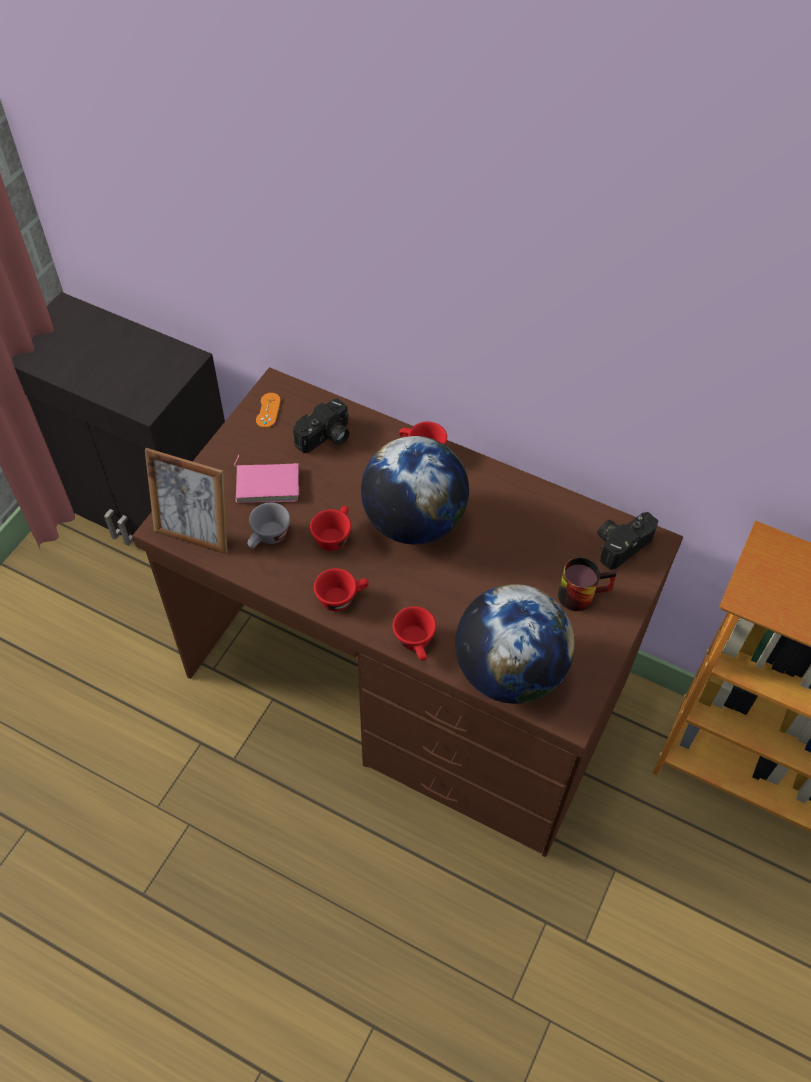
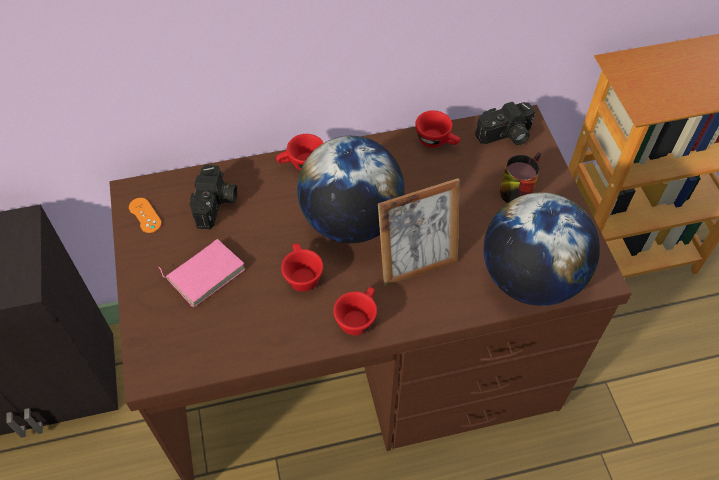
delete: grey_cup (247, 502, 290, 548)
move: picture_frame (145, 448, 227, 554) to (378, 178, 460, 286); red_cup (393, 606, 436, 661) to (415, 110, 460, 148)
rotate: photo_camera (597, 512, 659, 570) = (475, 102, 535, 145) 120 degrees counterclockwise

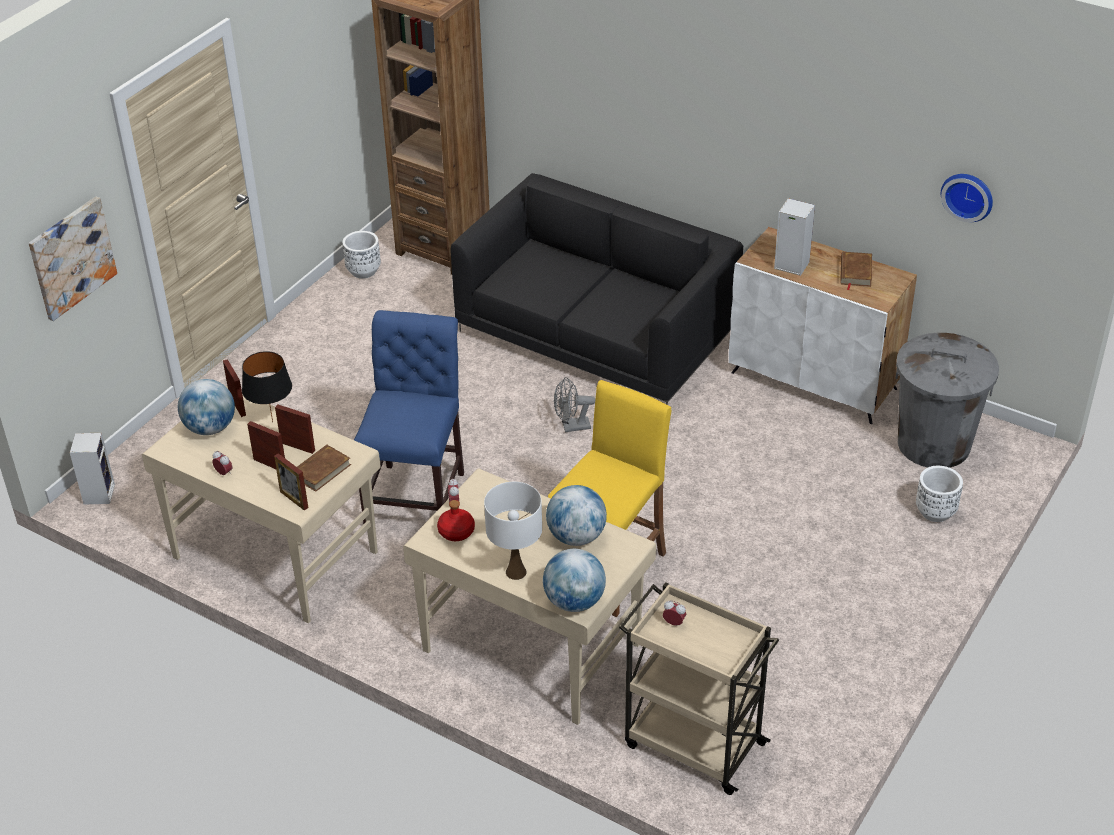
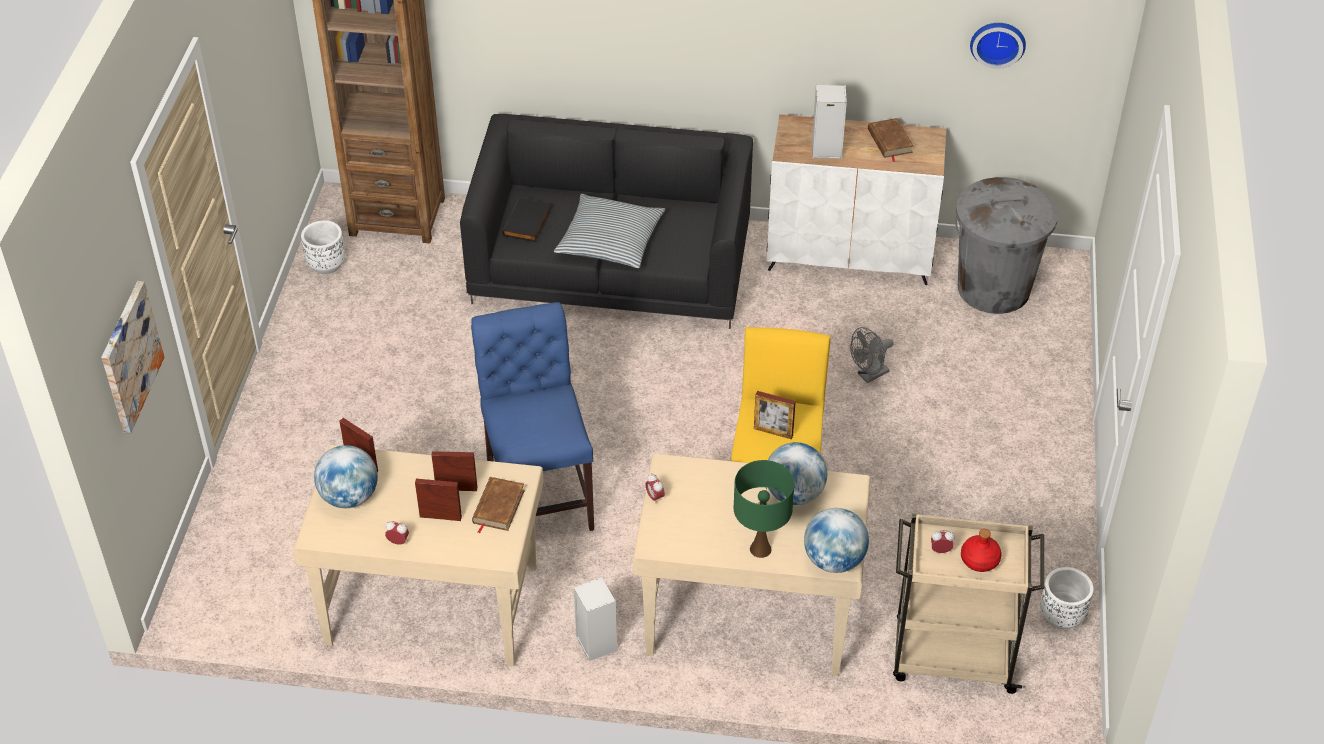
delete: black_table_lamp (242, 351, 292, 422)
insert: black_book (502, 197, 552, 242); pillow (554, 194, 665, 268)
move: speaker (70, 433, 115, 505) to (574, 577, 617, 661); picture_frame (274, 453, 308, 511) to (754, 391, 796, 439); red_bottle (437, 500, 475, 541) to (961, 529, 1002, 572); grey_fan (554, 377, 595, 432) to (850, 327, 894, 383); white_planter (916, 466, 963, 522) to (1040, 567, 1094, 629)
recolor: white_table_lamp (484, 482, 542, 580) to green_table_lamp (734, 460, 794, 558)

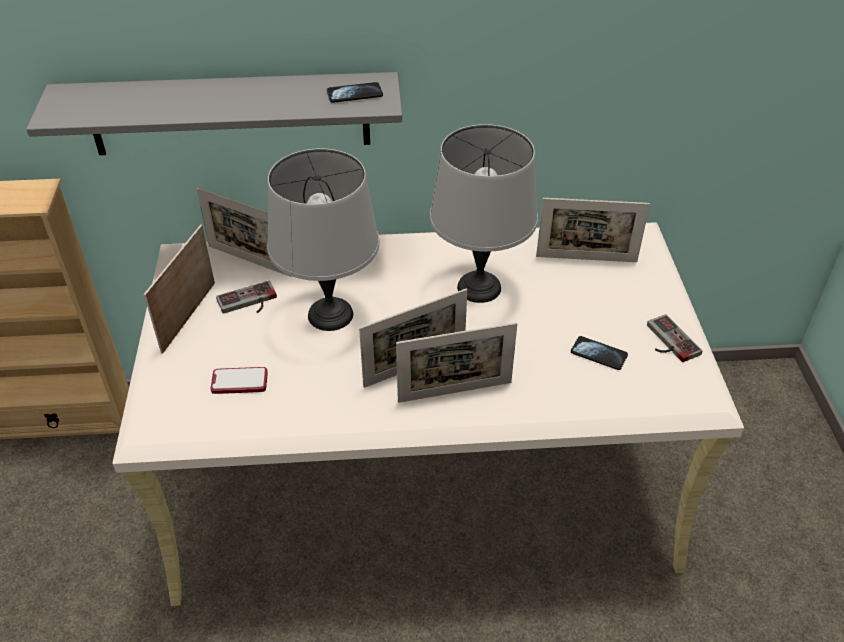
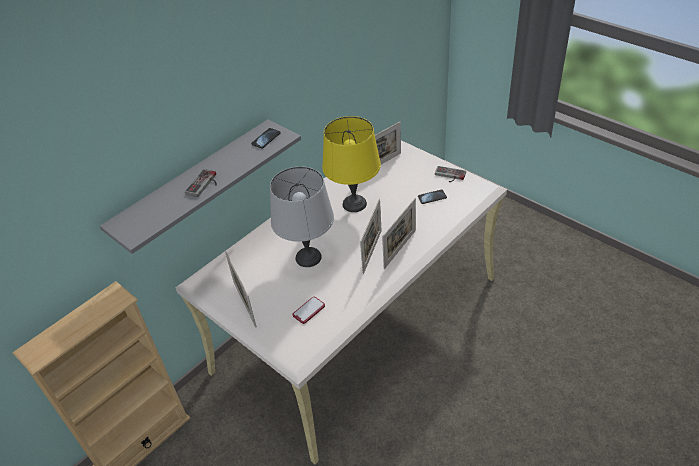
delete: picture_frame (197, 188, 291, 277)
move: game_controller (216, 280, 277, 314) to (185, 169, 217, 197)
recolor: grey_table_lamp (430, 124, 538, 303) to yellow_table_lamp (322, 116, 381, 212)

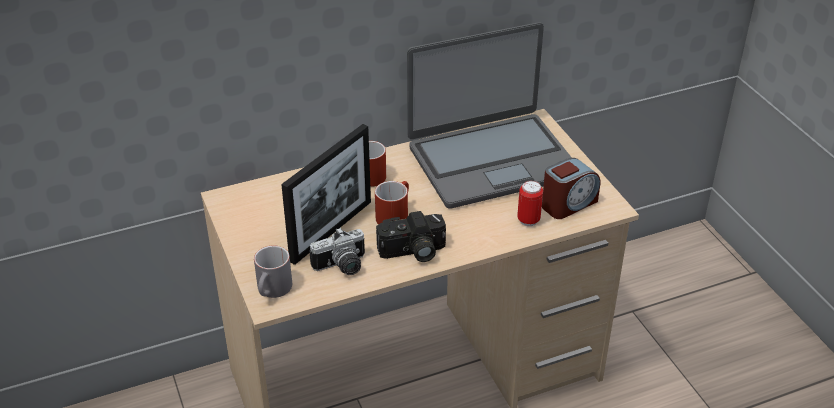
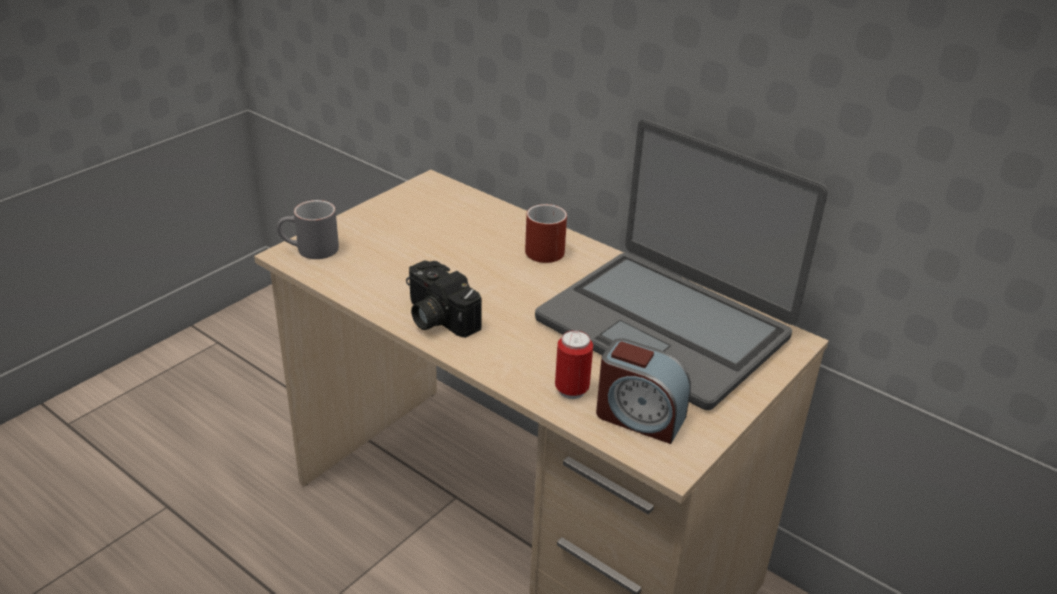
delete: picture_frame (281, 124, 371, 265); photo_camera (309, 228, 365, 275); red_mug (375, 181, 409, 225)

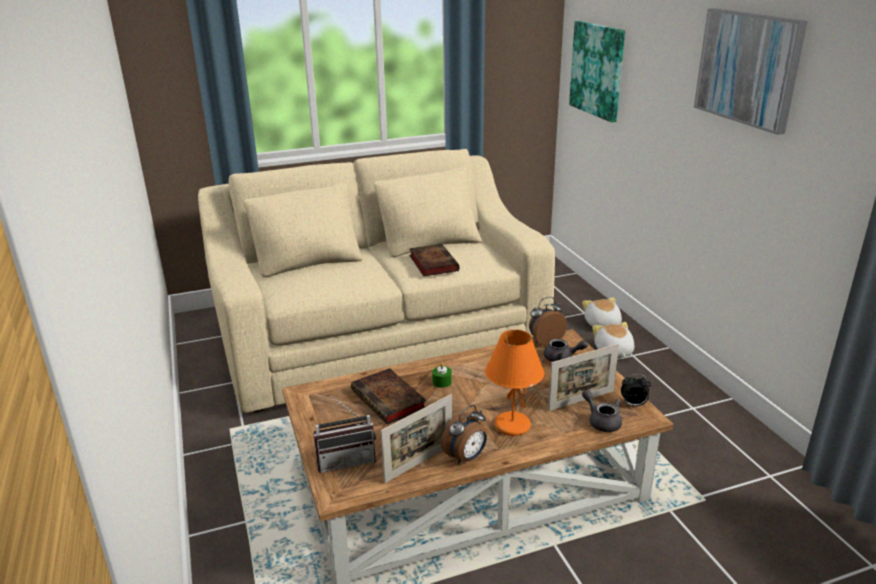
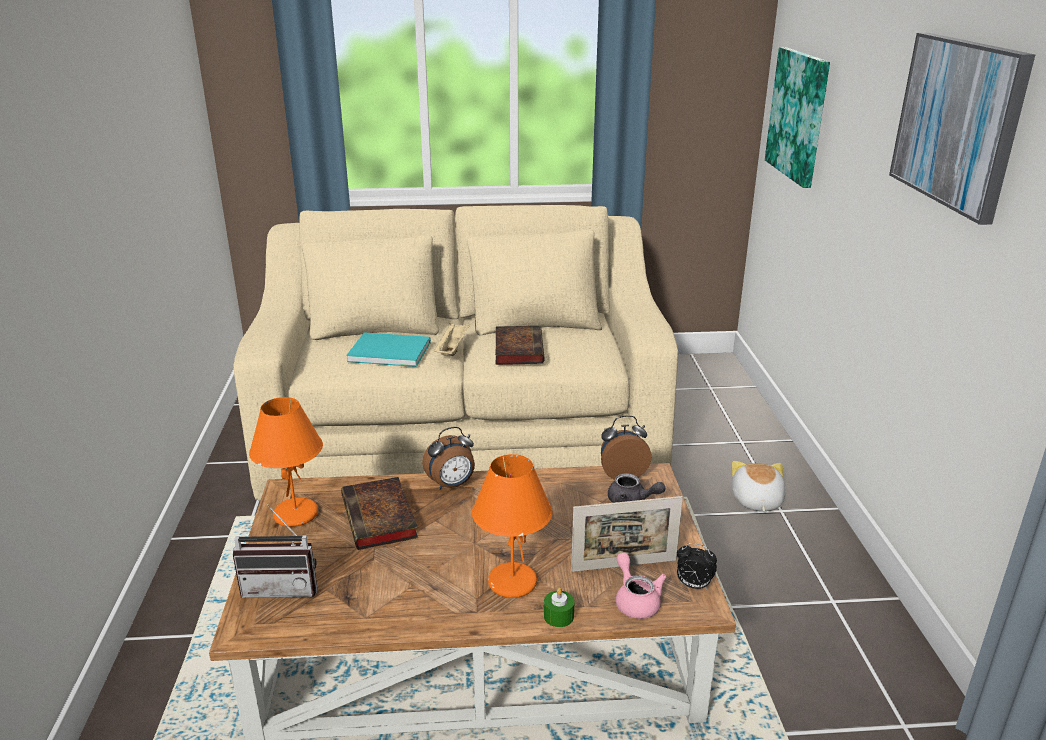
delete: picture_frame (381, 394, 452, 483); plush_toy (582, 297, 622, 326)
insert: orange_table_lamp (249, 397, 323, 527); turquoise_book (346, 332, 431, 367); beige_tray (433, 322, 471, 356)
move: green_candle (432, 362, 452, 388) to (544, 588, 575, 627); alarm_clock (441, 405, 487, 464) to (422, 427, 475, 490)
recolor: grey_teapot (582, 390, 622, 432) to pink_teapot (616, 552, 666, 619)

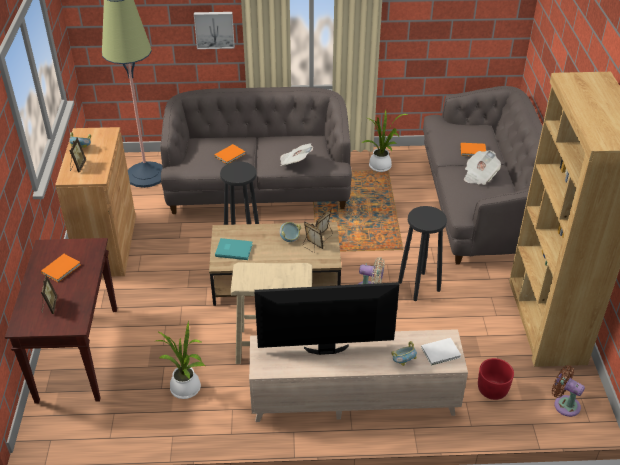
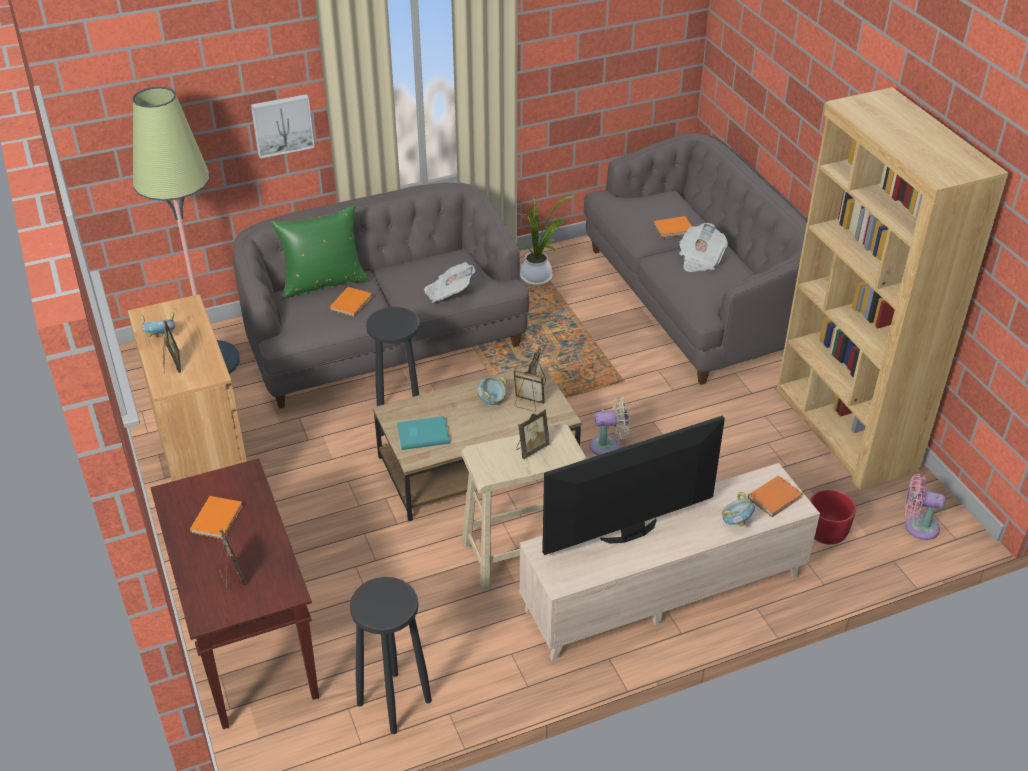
delete: potted_plant (156, 321, 205, 399)
insert: green_pillow (270, 205, 370, 299); picture_frame (516, 409, 550, 459)
move: black_stool (398, 206, 447, 301) to (350, 577, 432, 734)
recolor: white_book (421, 338, 461, 366) to orange_book (748, 476, 803, 517); brown_fan (552, 365, 585, 417) to pink_fan (905, 474, 945, 540)

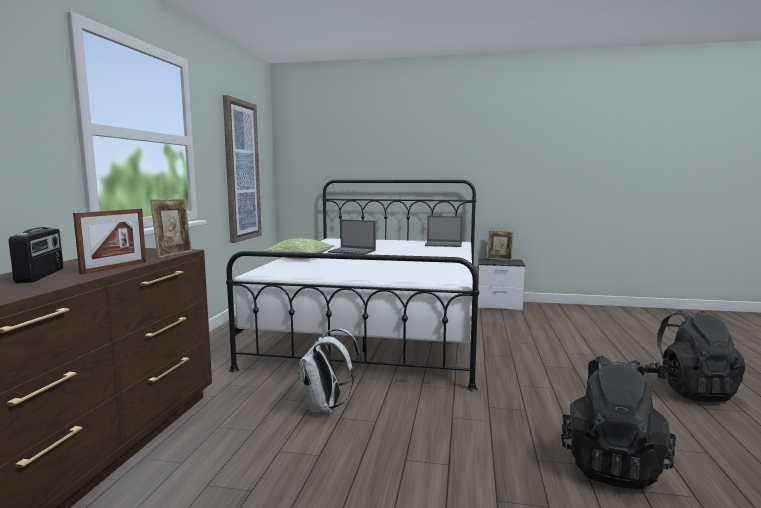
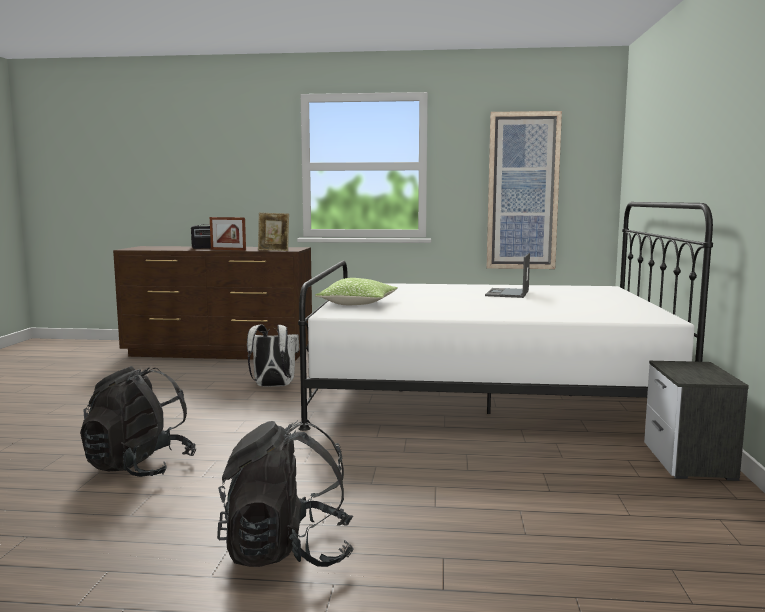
delete: laptop (425, 216, 463, 247); picture_frame (487, 230, 514, 261)
move: pillow (264, 238, 335, 259) to (315, 278, 398, 305)

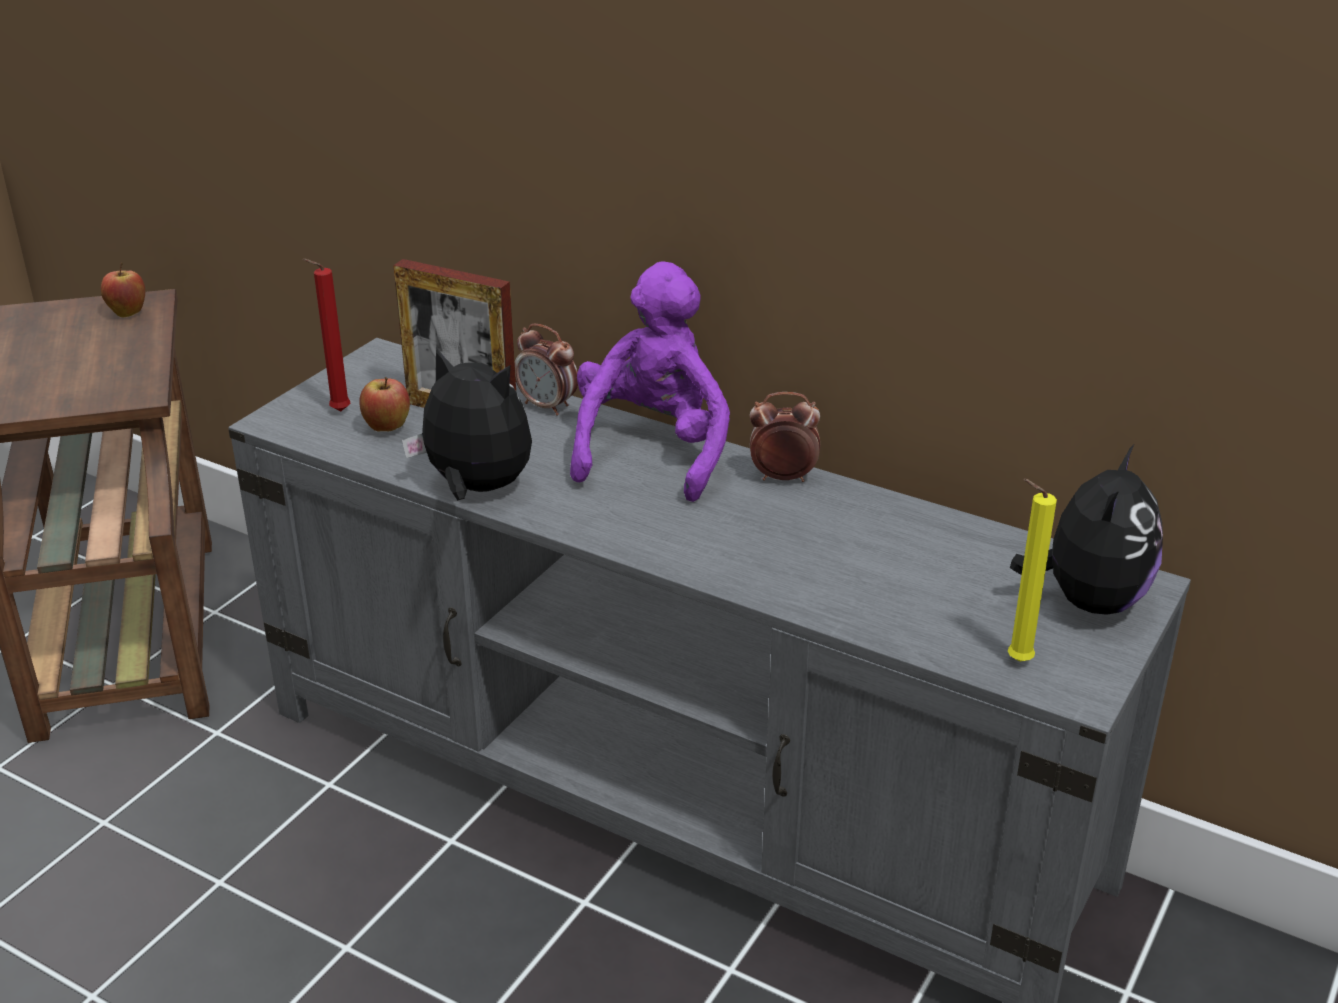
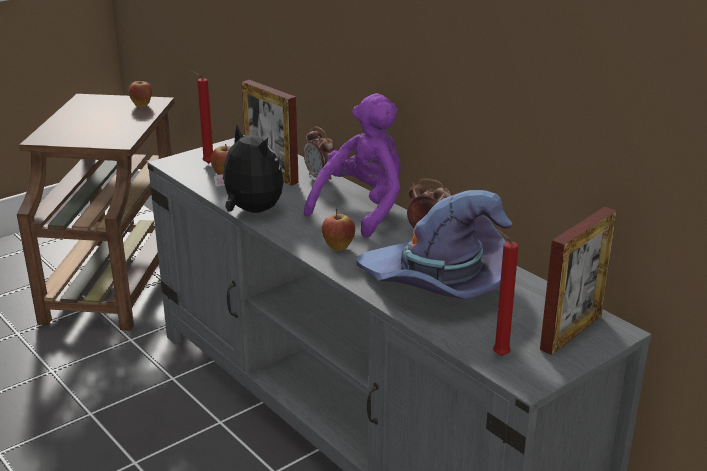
insert: apple (322, 209, 355, 251); purple_hat (356, 190, 513, 299)
replace: plush_toy (1010, 444, 1163, 615) to picture_frame (540, 207, 617, 355)
recolor: yellow_candle (1008, 479, 1057, 662) to red_candle (493, 229, 519, 356)

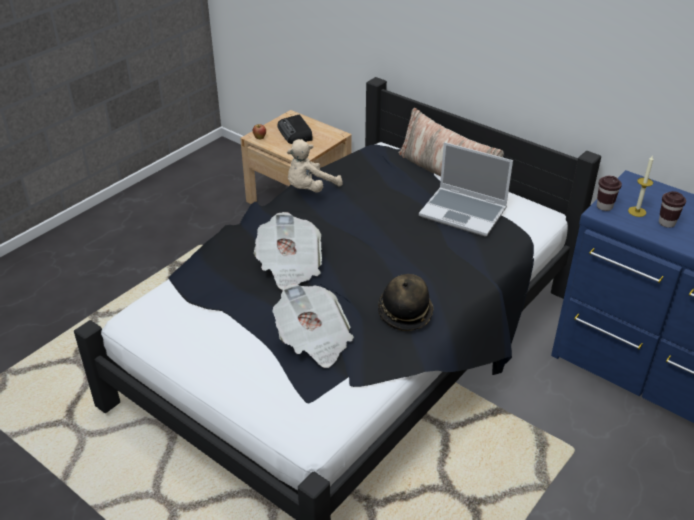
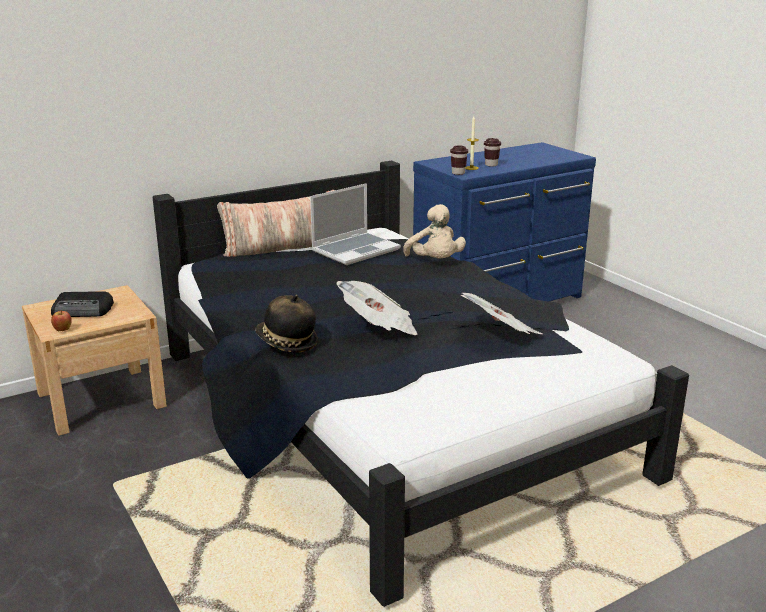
move: beige_plush_toy (287, 139, 343, 193) to (403, 204, 466, 258); hat (378, 274, 433, 331) to (255, 295, 318, 352)

